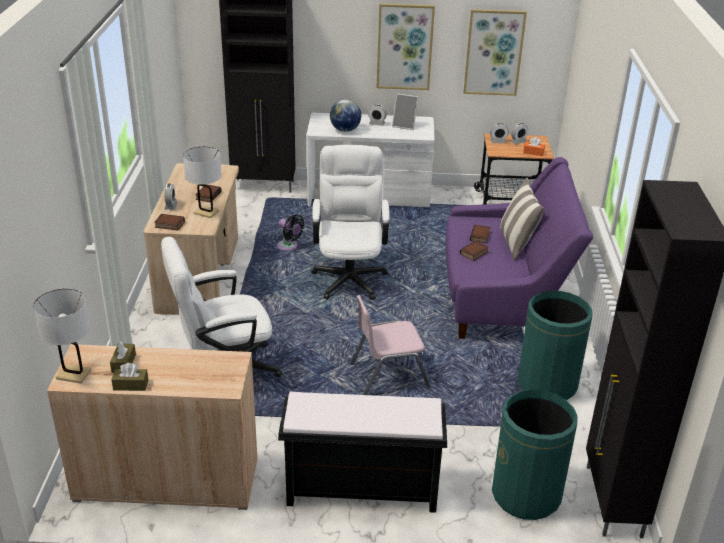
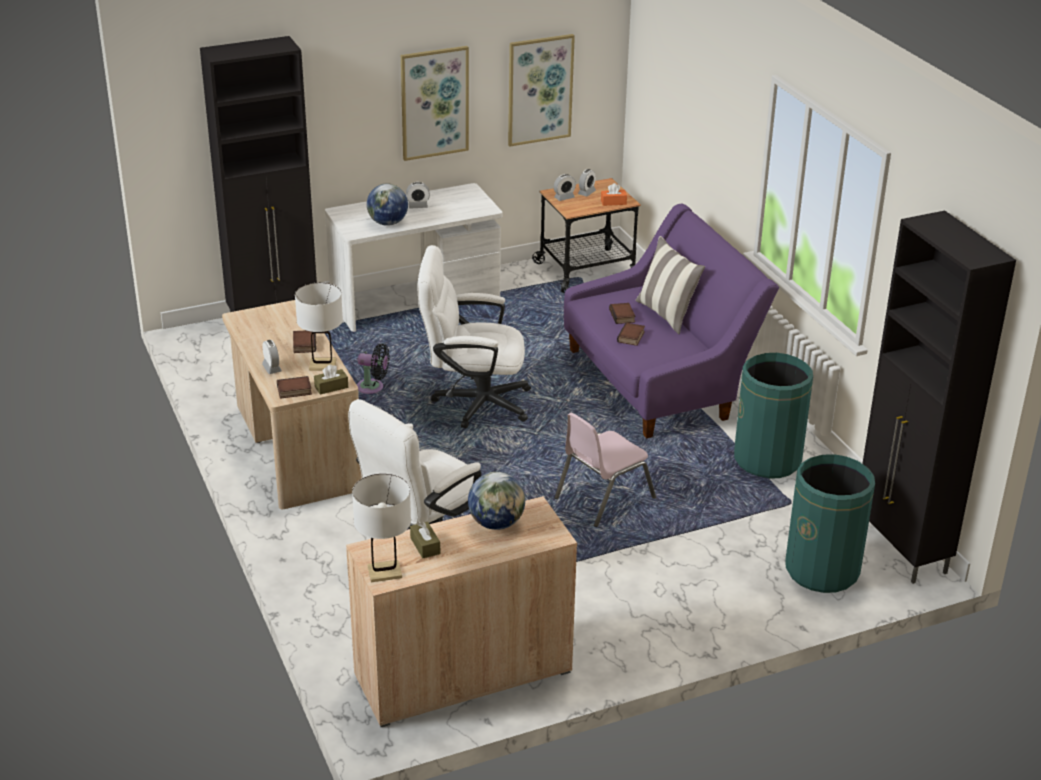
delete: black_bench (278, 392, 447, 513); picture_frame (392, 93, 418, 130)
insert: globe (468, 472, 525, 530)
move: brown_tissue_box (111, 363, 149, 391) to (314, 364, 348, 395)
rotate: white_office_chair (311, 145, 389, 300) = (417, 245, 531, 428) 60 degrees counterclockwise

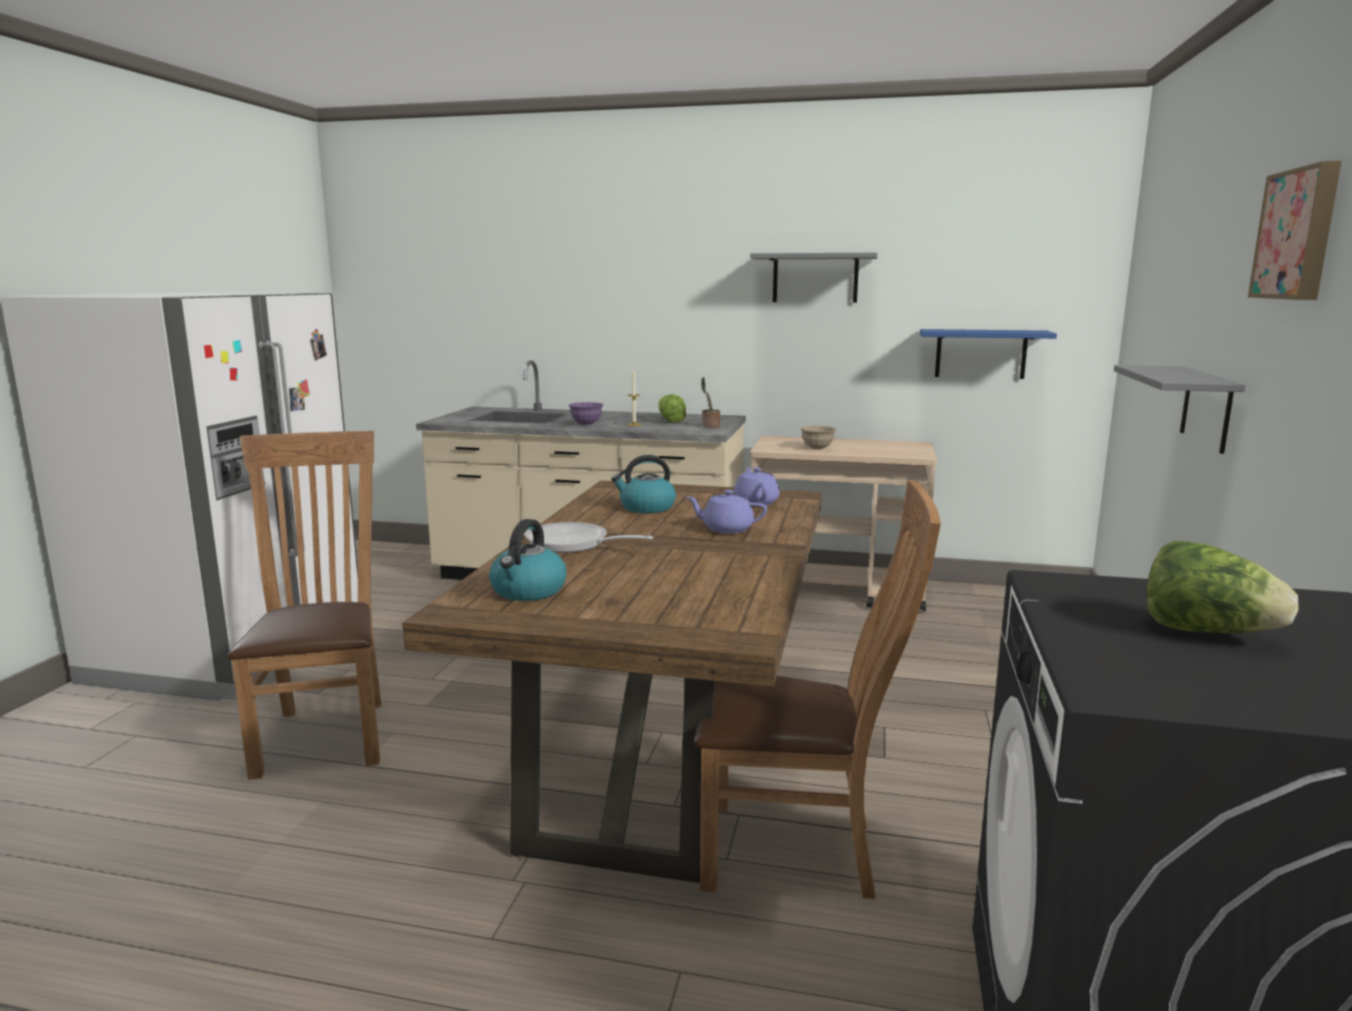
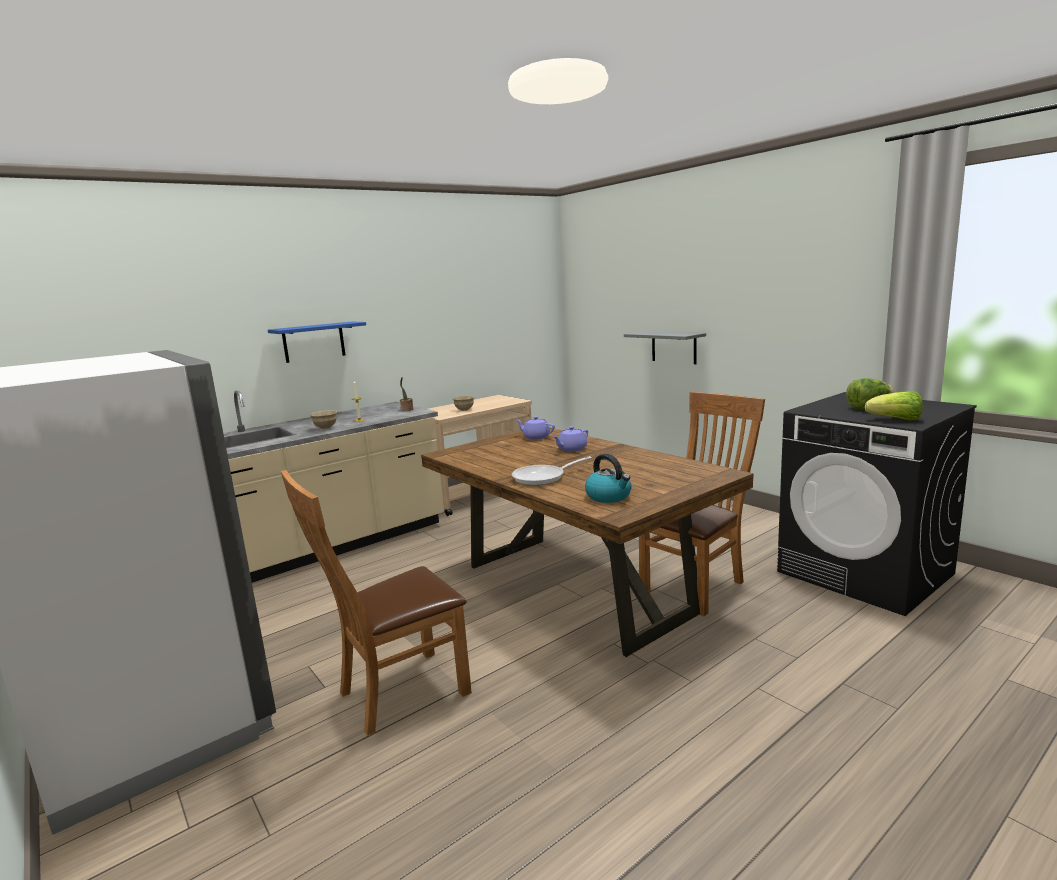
delete: kettle (611, 455, 676, 513); grey_shelf (750, 253, 877, 303); picture (1248, 161, 1342, 300)
move: lettuce (658, 394, 686, 423) to (865, 391, 923, 420); blue_shelf (920, 329, 1057, 379) to (268, 322, 366, 363)
recolor: purple_bowl (568, 402, 603, 425) to beige_bowl (310, 410, 337, 429)
rotate: brown_chair (227, 431, 381, 780) = (281, 470, 472, 736) 60 degrees counterclockwise

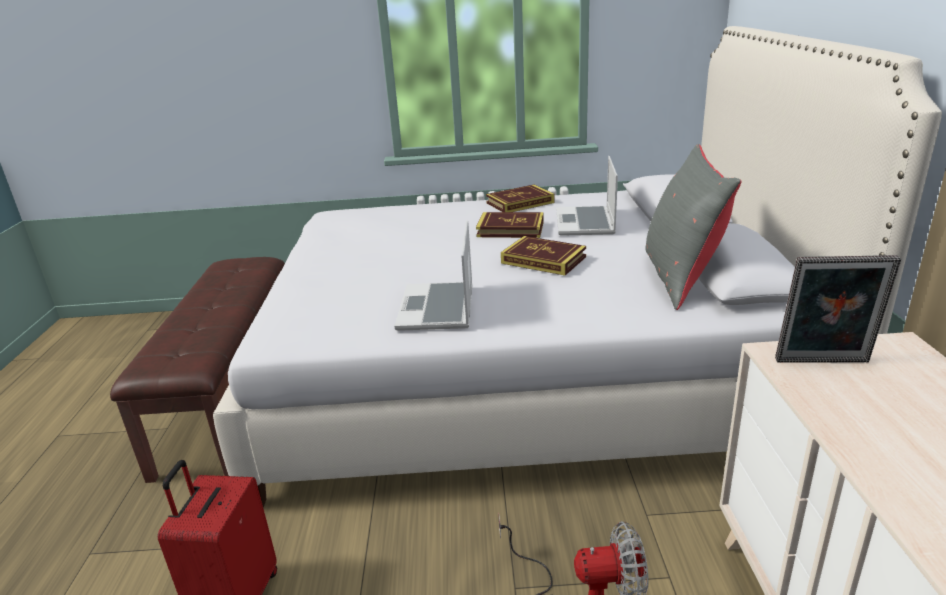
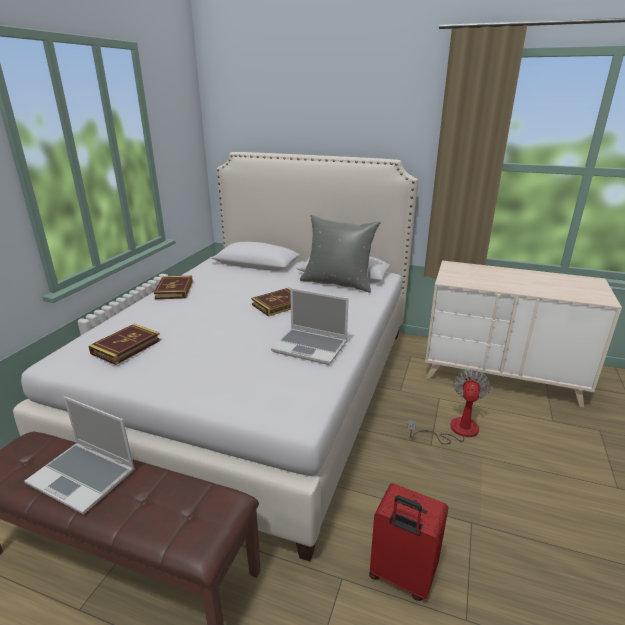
delete: picture_frame (775, 255, 901, 363)
move: book (476, 212, 544, 238) to (88, 324, 161, 365); laptop (556, 156, 618, 236) to (24, 396, 135, 515)

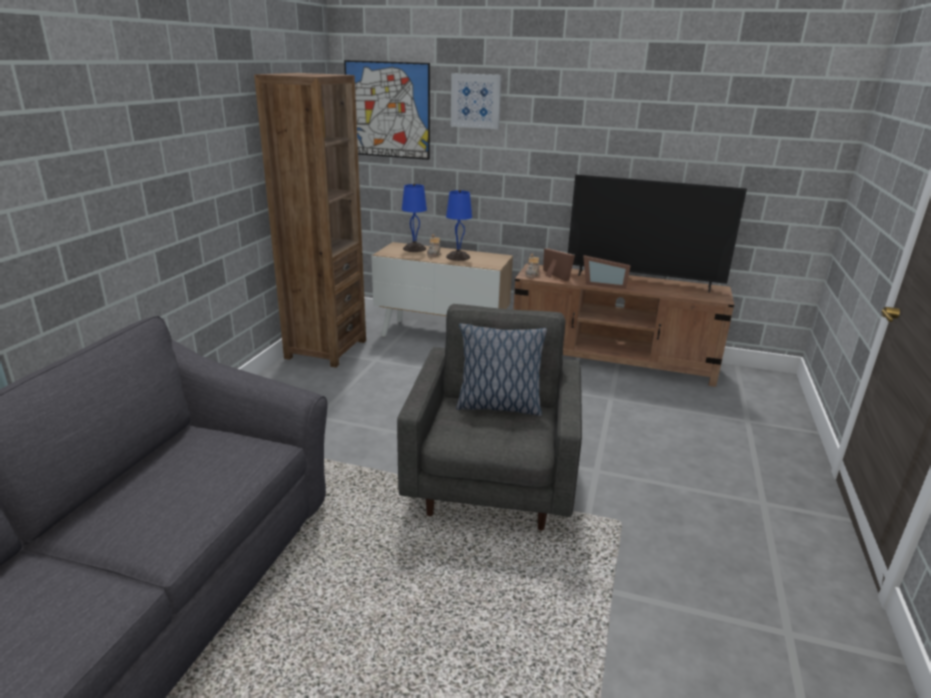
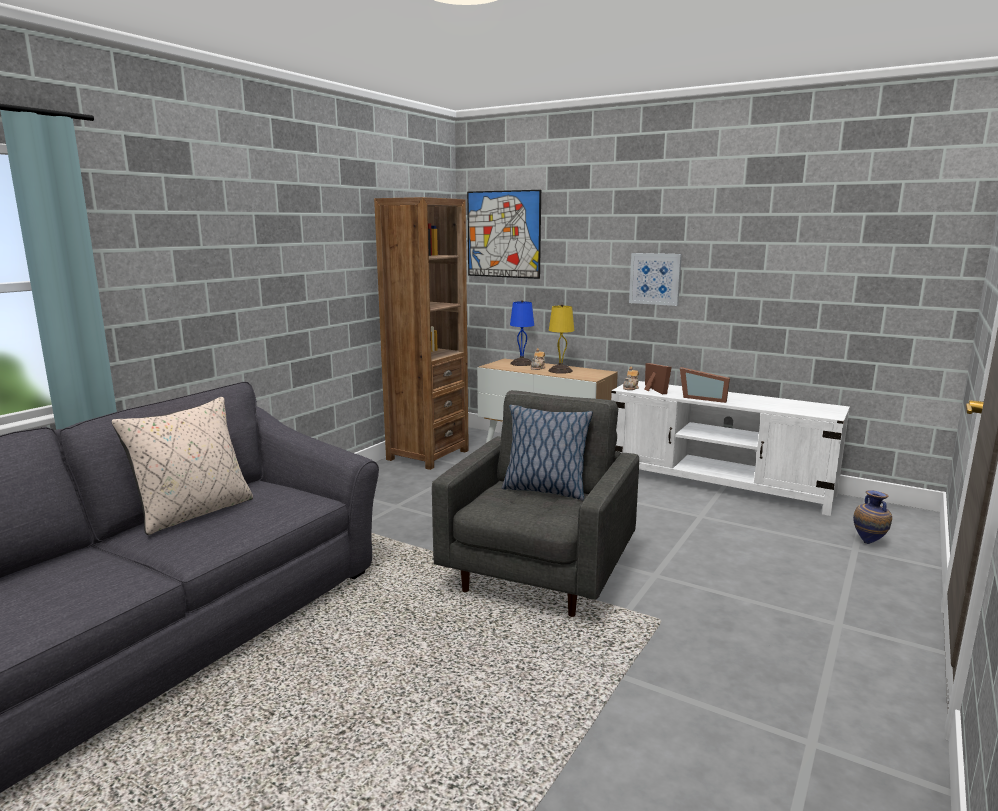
delete: television (568, 174, 747, 293)
insert: beige_pillow (111, 397, 253, 535); vase (853, 490, 892, 544)
move: picture (451, 73, 501, 129) to (629, 253, 682, 306)
recolor: blue_table_lamp (446, 190, 472, 261) to yellow_table_lamp (549, 304, 574, 374); brown_tv_stand (513, 264, 734, 387) to white_tv_stand (611, 381, 850, 516)

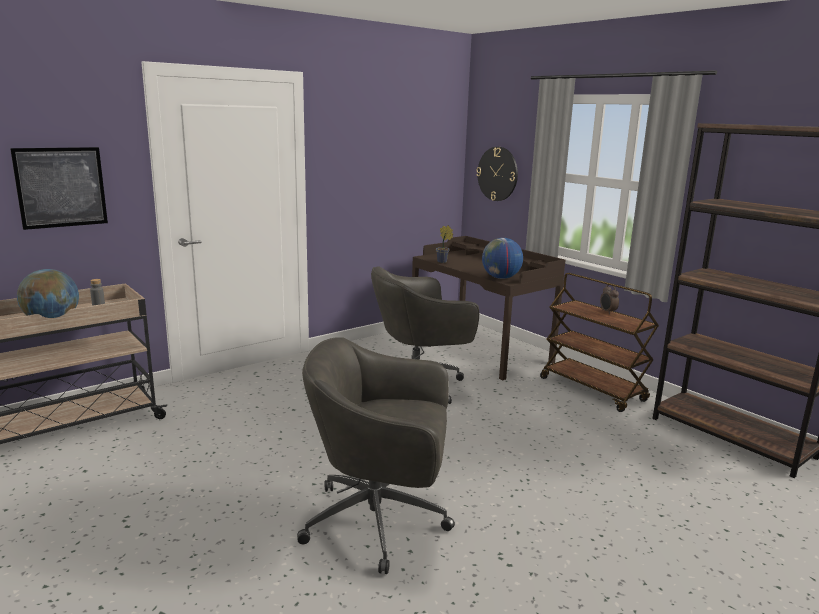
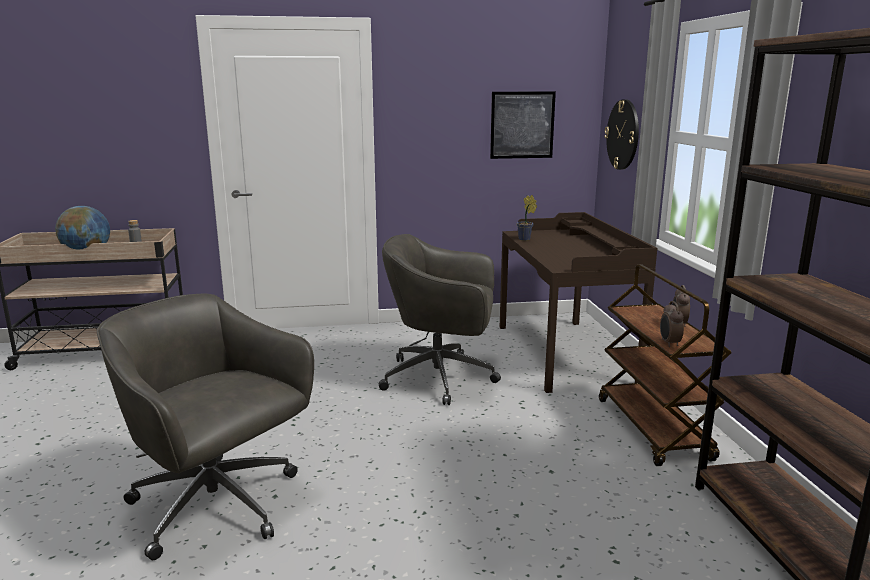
delete: globe (482, 238, 523, 279)
insert: alarm_clock (660, 301, 684, 347)
move: picture (10, 147, 108, 230) to (490, 92, 556, 159)

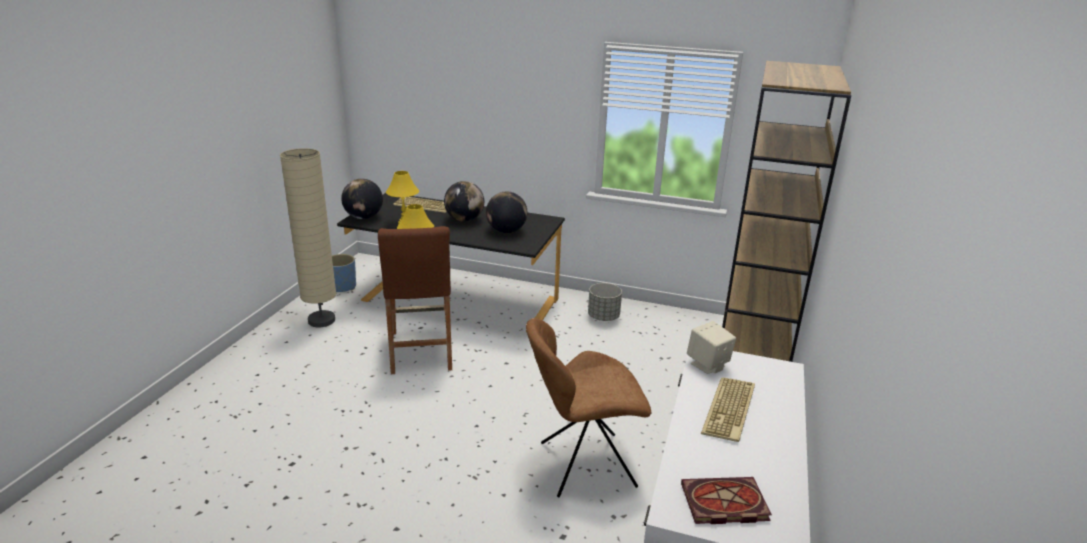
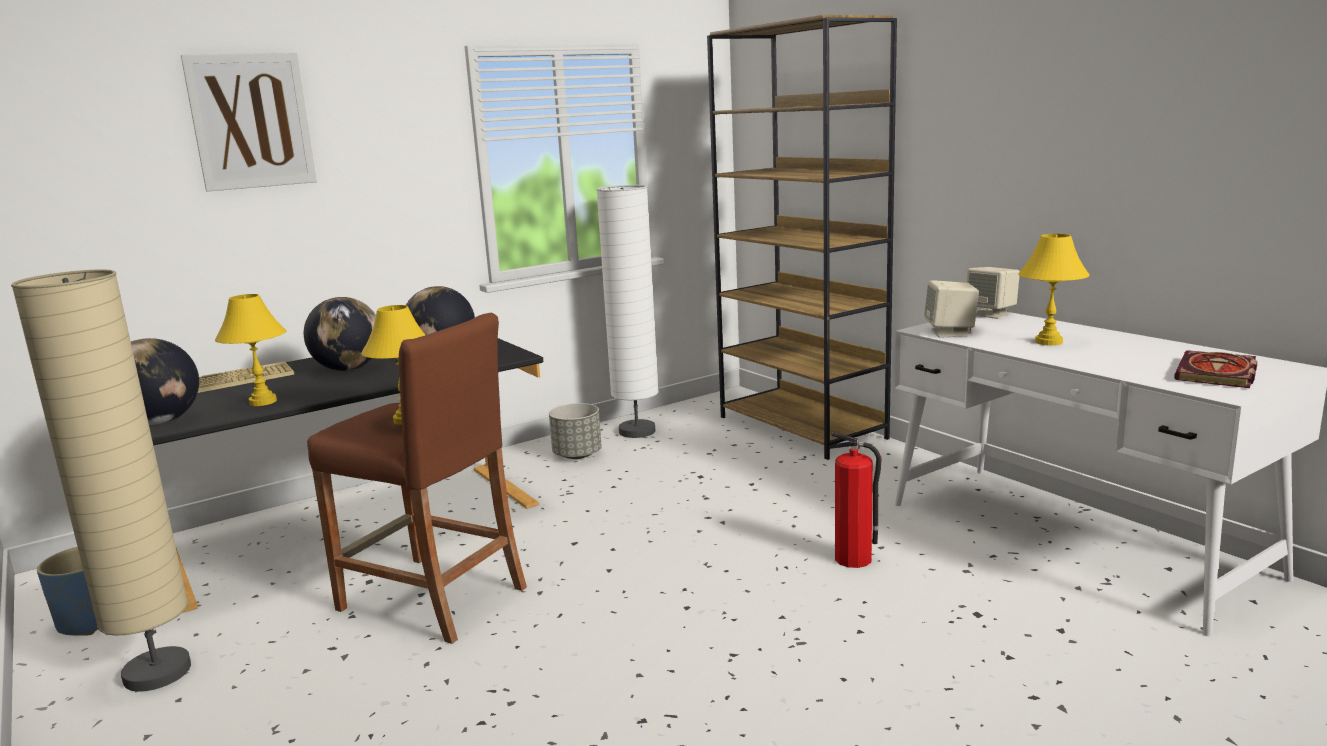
insert: picture (181, 53, 317, 192); white_floor_lamp (596, 185, 659, 438); beige_speaker (967, 267, 1020, 319)
replace: brown_chair (526, 318, 651, 497) to fire_extinguisher (829, 432, 882, 568); keyboard (701, 378, 755, 442) to yellow_table_lamp (1018, 234, 1090, 346)

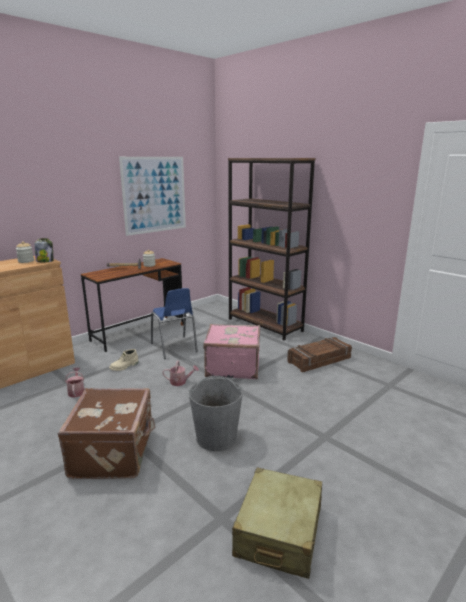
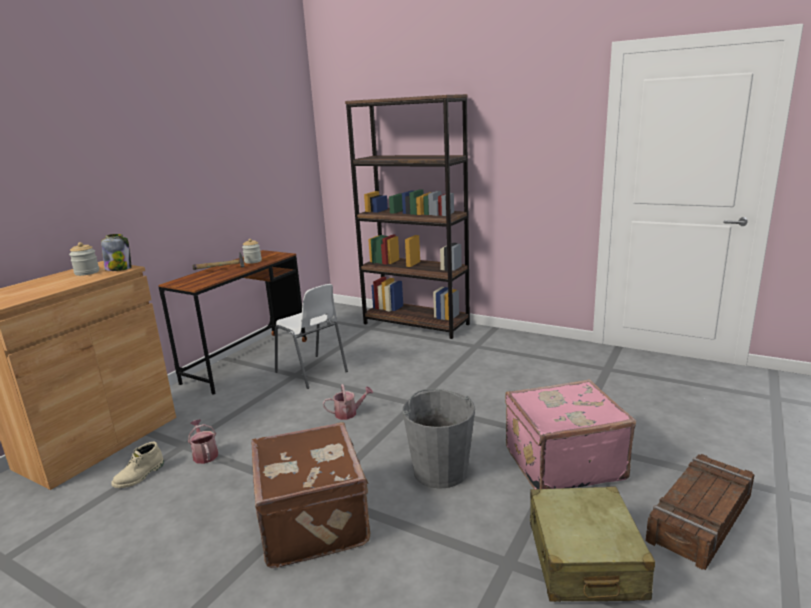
delete: picture (119, 157, 186, 236)
move: beige_boot (109, 349, 139, 371) to (111, 442, 164, 488); pink_suitcase (203, 324, 260, 379) to (505, 379, 636, 489); crate (287, 337, 352, 372) to (646, 454, 754, 570)
recolor: blue_chair (151, 288, 198, 359) to white_chair (275, 284, 348, 389)

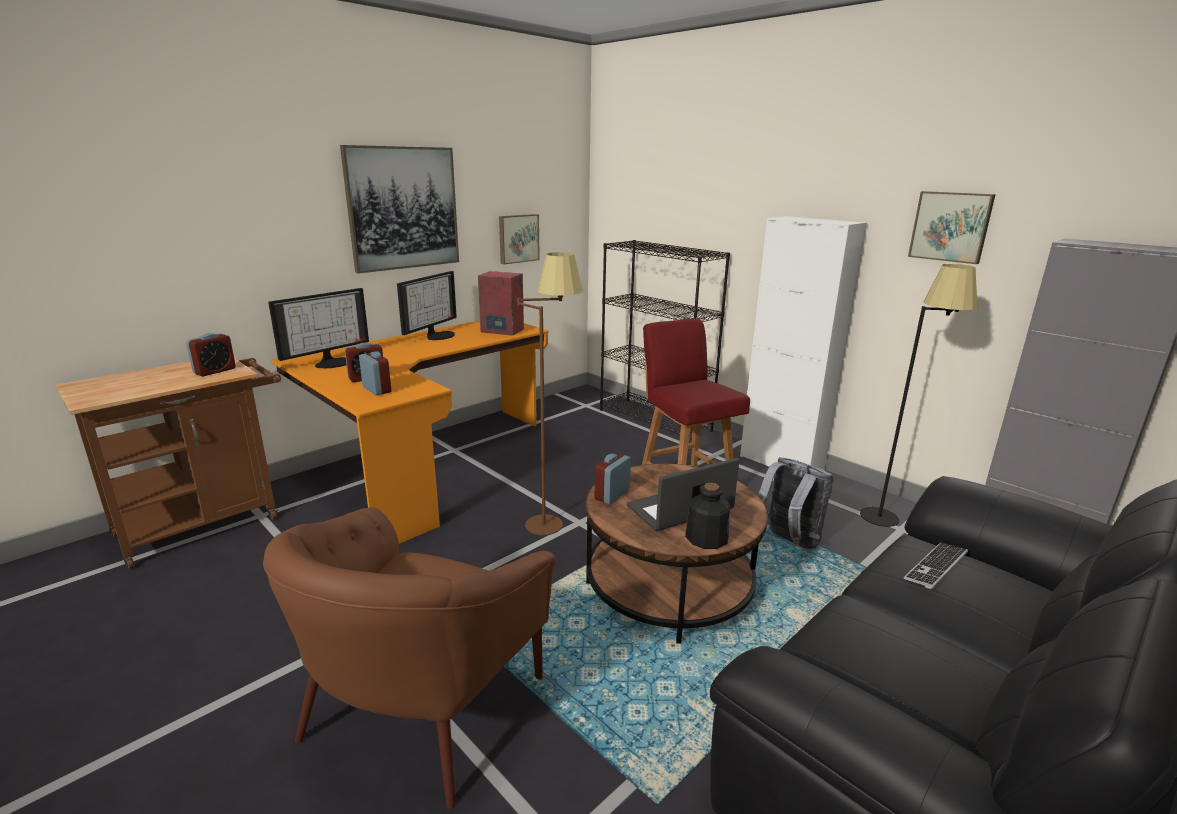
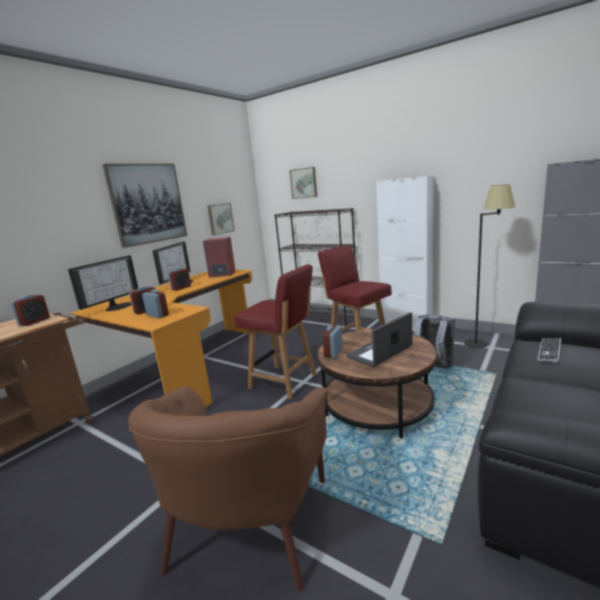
delete: bottle (685, 483, 730, 549)
insert: alarm_clock (168, 268, 191, 291)
move: picture (908, 191, 996, 264) to (289, 167, 317, 199)
replace: brown_floor_lamp (517, 252, 583, 535) to red_chair (235, 264, 317, 399)

